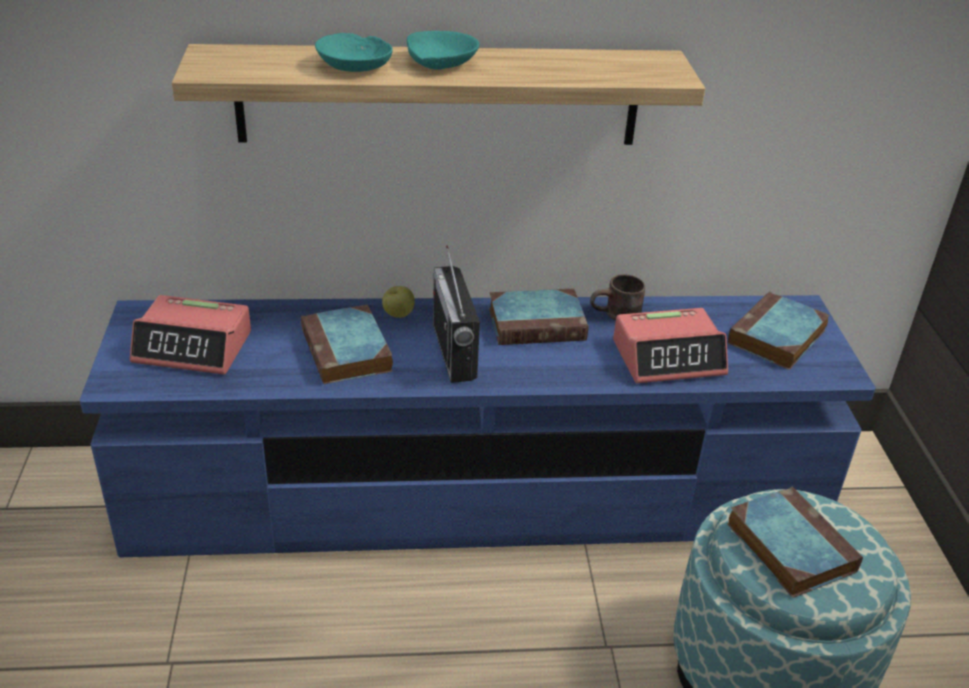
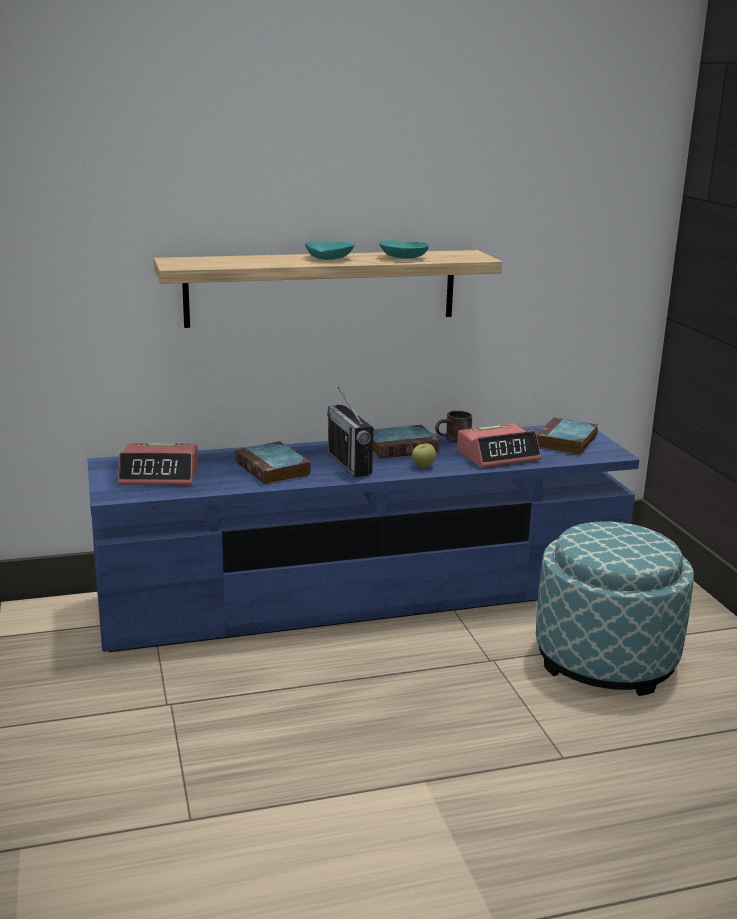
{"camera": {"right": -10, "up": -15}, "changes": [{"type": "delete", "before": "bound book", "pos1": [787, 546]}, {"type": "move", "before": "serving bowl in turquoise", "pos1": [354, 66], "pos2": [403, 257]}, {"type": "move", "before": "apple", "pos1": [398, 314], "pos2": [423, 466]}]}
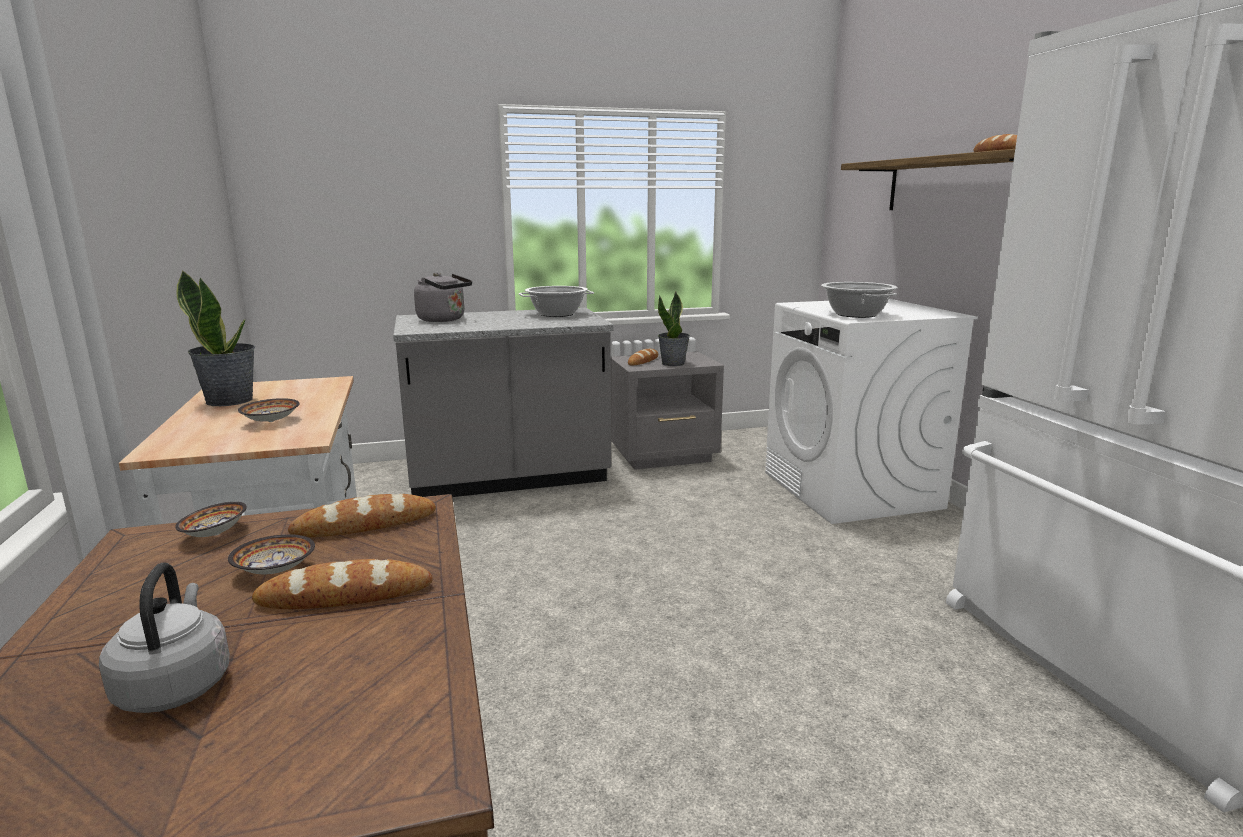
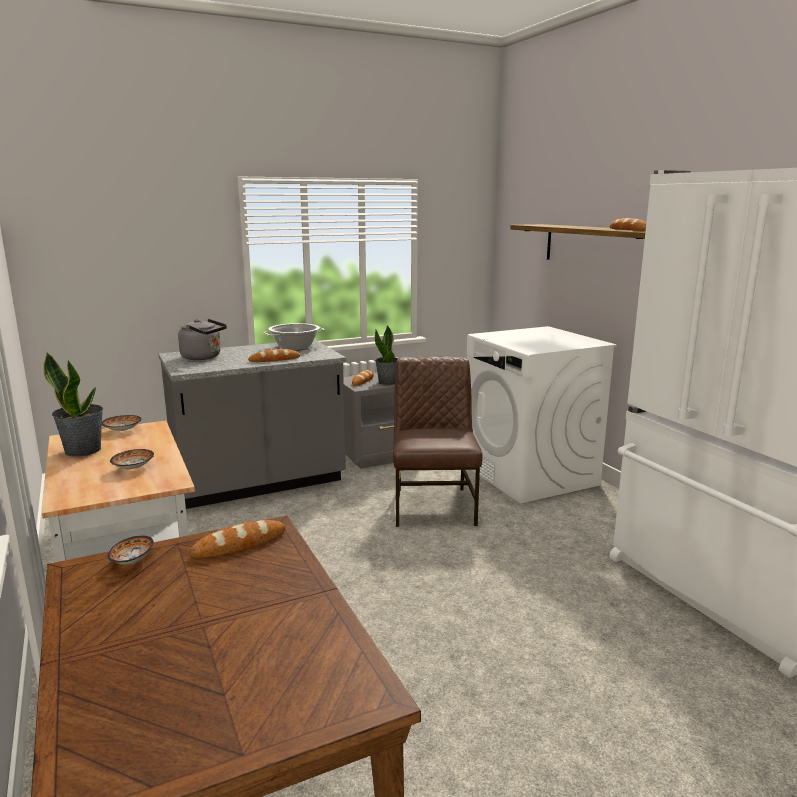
{"camera": {"right": -10, "up": 0}, "changes": [{"type": "delete", "before": "kettle in gray", "pos1": [176, 685]}, {"type": "delete", "before": "stockpot", "pos1": [856, 314]}, {"type": "insert", "after": "upright chair in brown-coloured", "pos2": [433, 505]}, {"type": "move", "before": "serving bowl", "pos1": [275, 571], "pos2": [122, 430]}, {"type": "move", "before": "baked bread", "pos1": [345, 595], "pos2": [274, 359]}]}
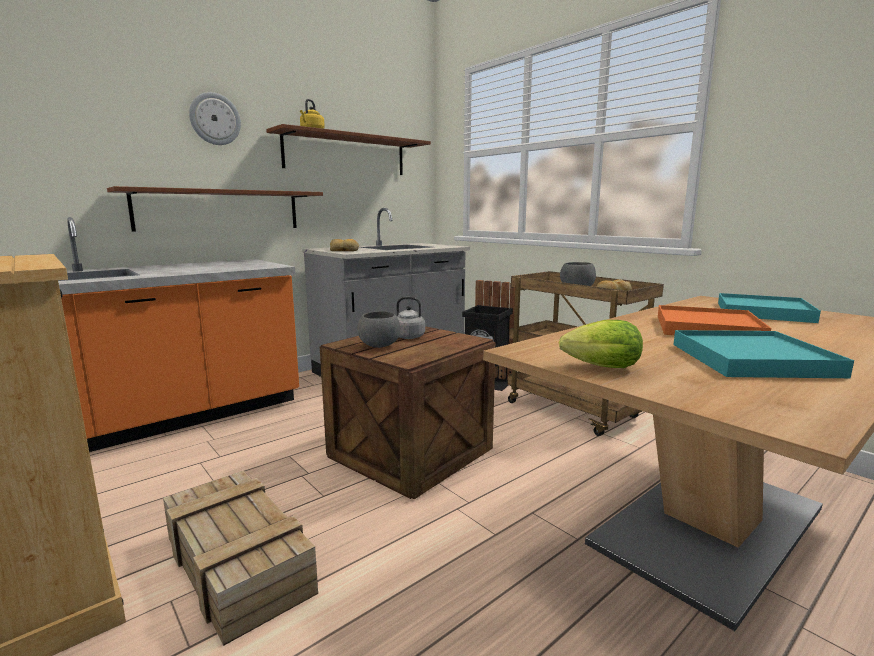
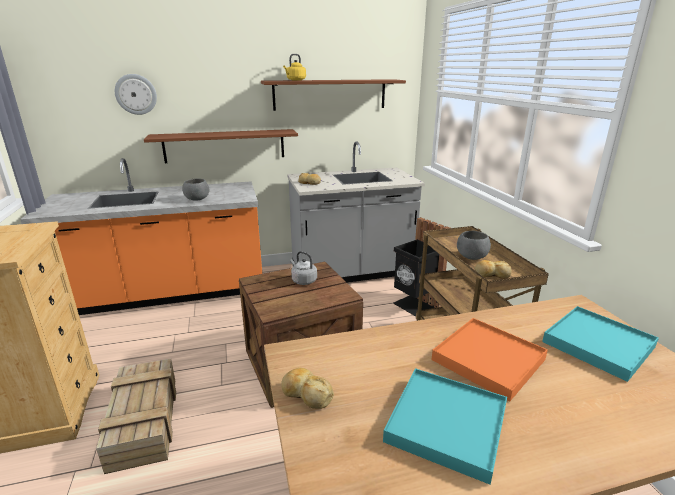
{"camera": {"right": 25, "up": 10}, "changes": [{"type": "move", "before": "wall clock", "pos1": [215, 119], "pos2": [136, 94]}, {"type": "move", "before": "serving bowl in gray", "pos1": [379, 346], "pos2": [197, 199]}, {"type": "replace", "before": "lettuce", "after": "baked bread", "pos1": [597, 367], "pos2": [306, 394]}]}
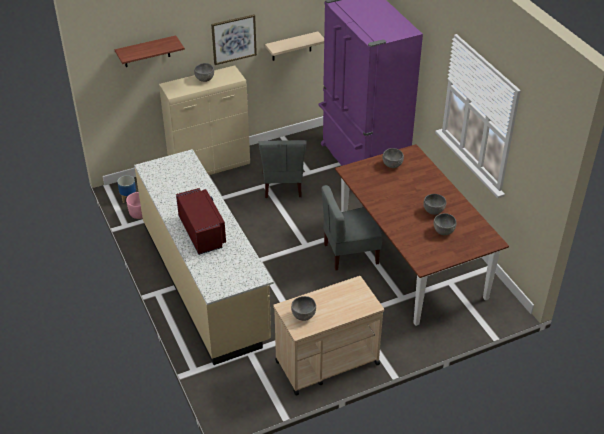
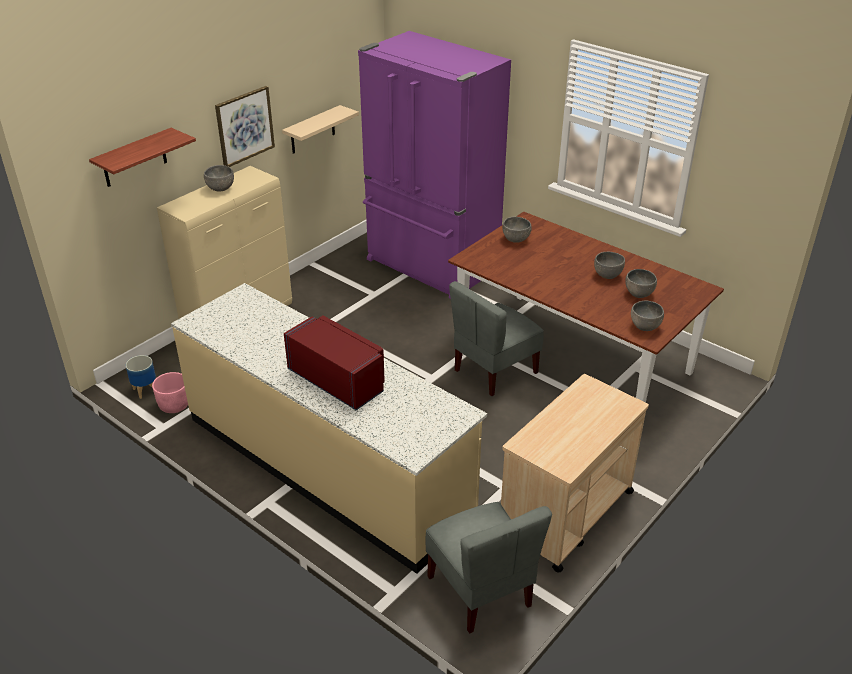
{"camera": {"right": -25, "up": -5}, "changes": [{"type": "move", "before": "upright chair in gray", "pos1": [283, 185], "pos2": [481, 591]}, {"type": "move", "before": "serving bowl in gray", "pos1": [303, 316], "pos2": [645, 327]}]}
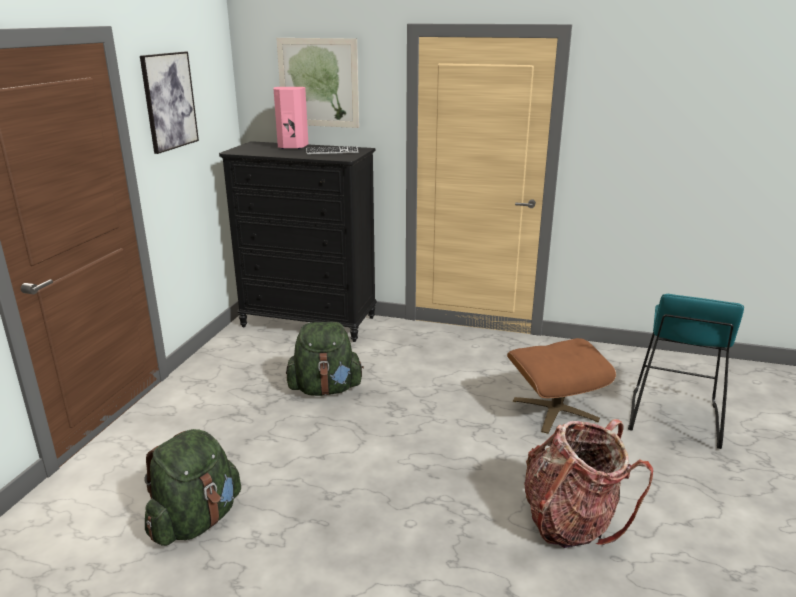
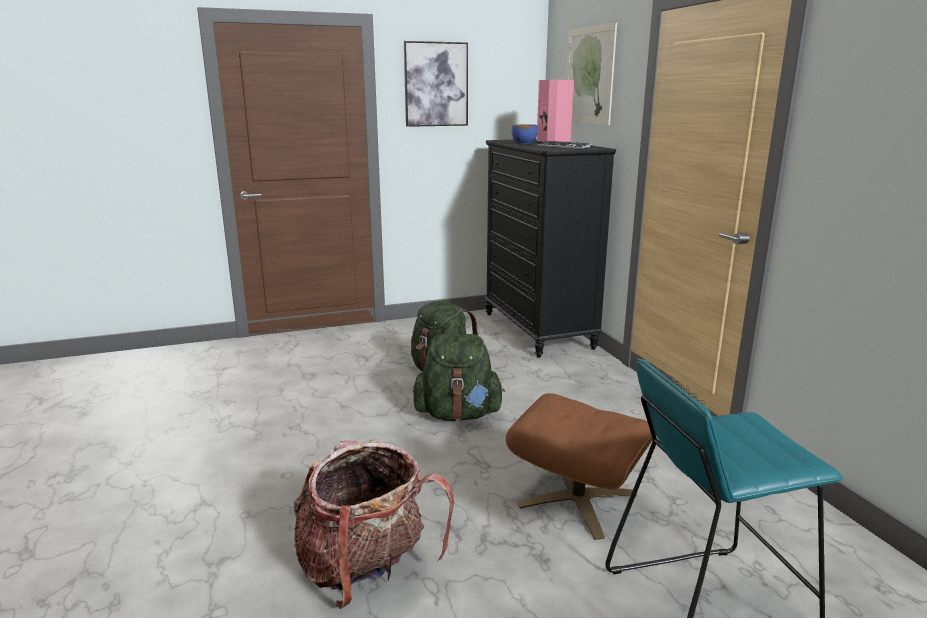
{"camera": {"right": 55, "up": -5}, "changes": [{"type": "insert", "after": "serving bowl in bluish", "pos2": [524, 143]}, {"type": "move", "before": "knapsack in green", "pos1": [196, 521], "pos2": [458, 414]}]}
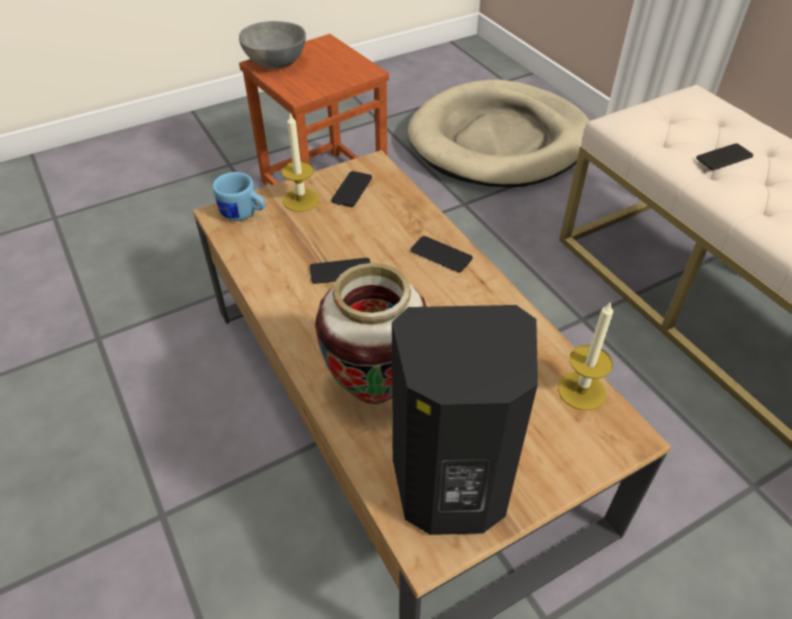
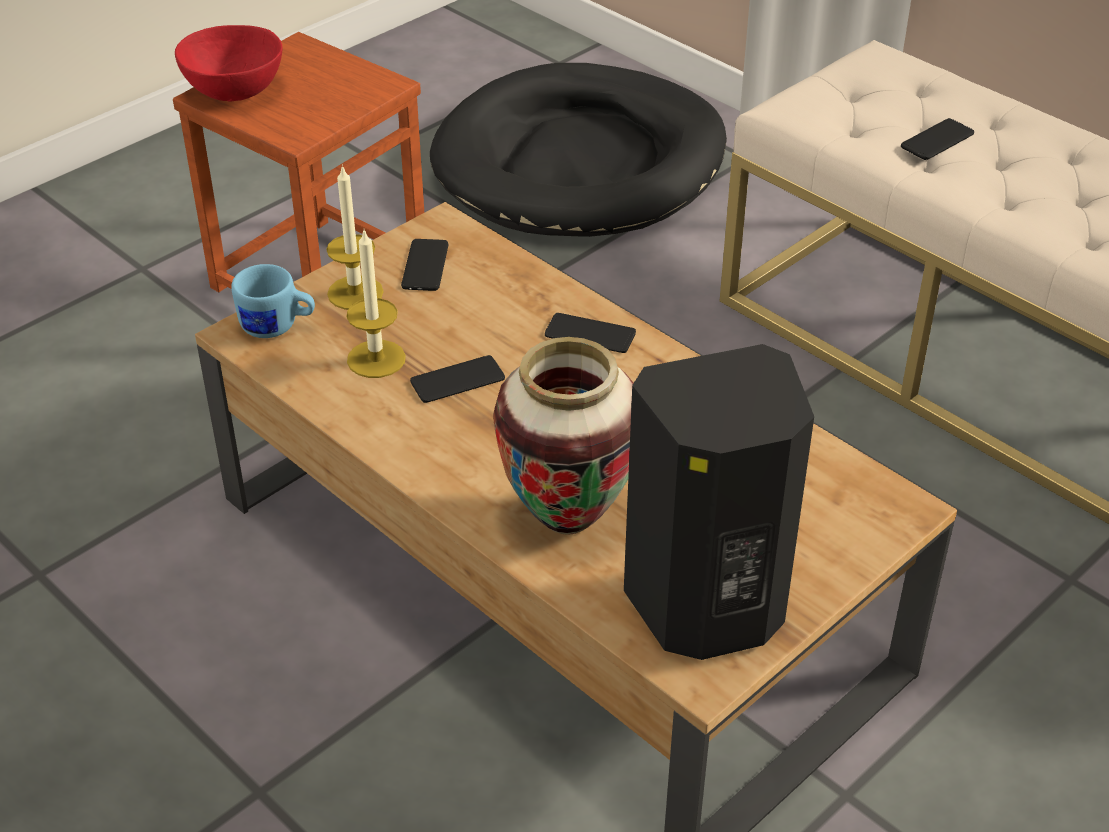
{"camera": {"right": -15, "up": -5}, "changes": [{"type": "move", "before": "wax candle", "pos1": [581, 390], "pos2": [376, 359]}, {"type": "recolor", "before": "serving bowl in gray", "after": "serving bowl in red-coloured", "pos1": [274, 63], "pos2": [232, 92]}, {"type": "recolor", "before": "dog bed in beige", "after": "dog bed in black-coloured", "pos1": [499, 141], "pos2": [580, 162]}]}
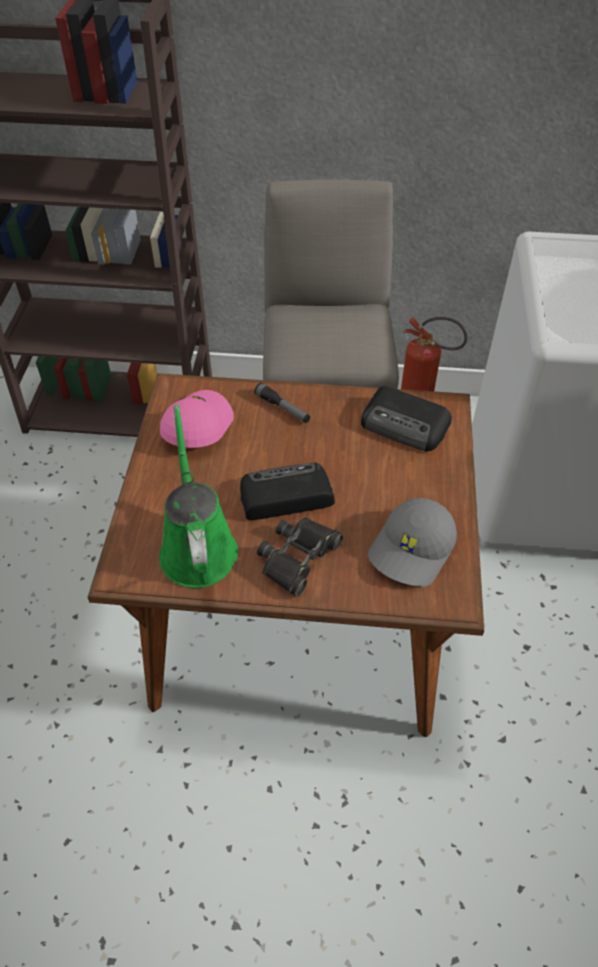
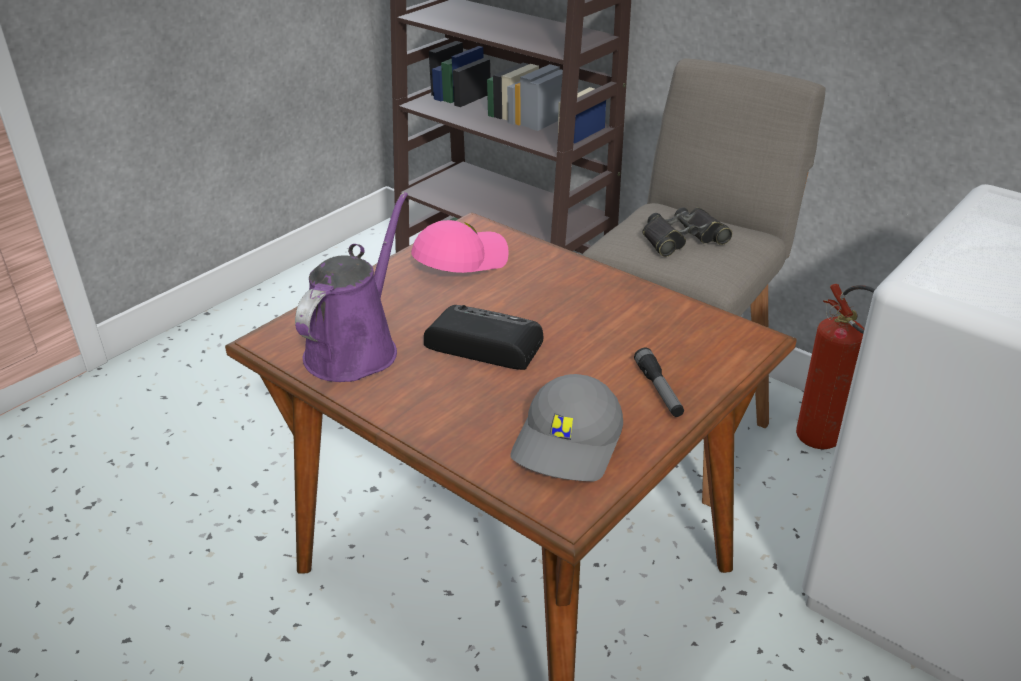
{"camera": {"right": 35, "up": -15}, "changes": [{"type": "delete", "before": "radio", "pos1": [406, 425]}, {"type": "move", "before": "torch", "pos1": [282, 408], "pos2": [659, 390]}, {"type": "move", "before": "binoculars in black-coloured", "pos1": [298, 557], "pos2": [682, 239]}, {"type": "recolor", "before": "watering pot in green", "after": "watering pot in purple", "pos1": [197, 547], "pos2": [356, 348]}, {"type": "rotate", "before": "peaked cap in gray", "pos1": [413, 550], "pos2": [569, 444], "turn": -45}]}
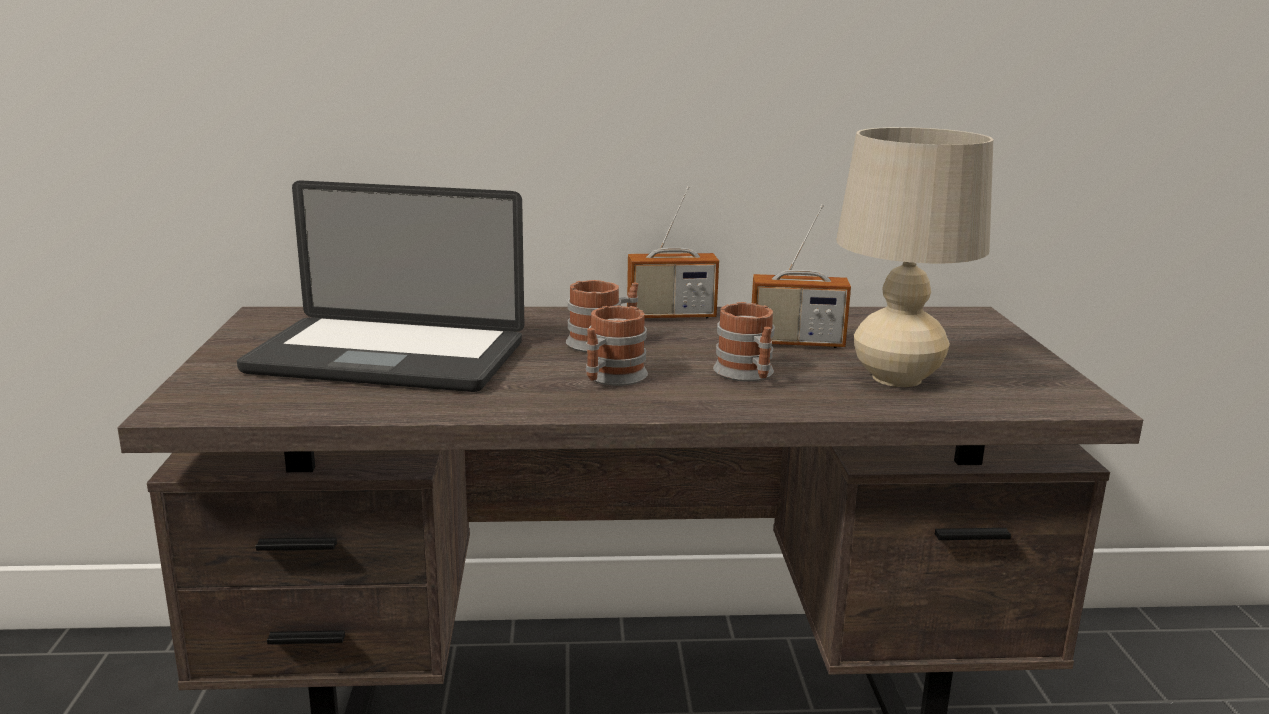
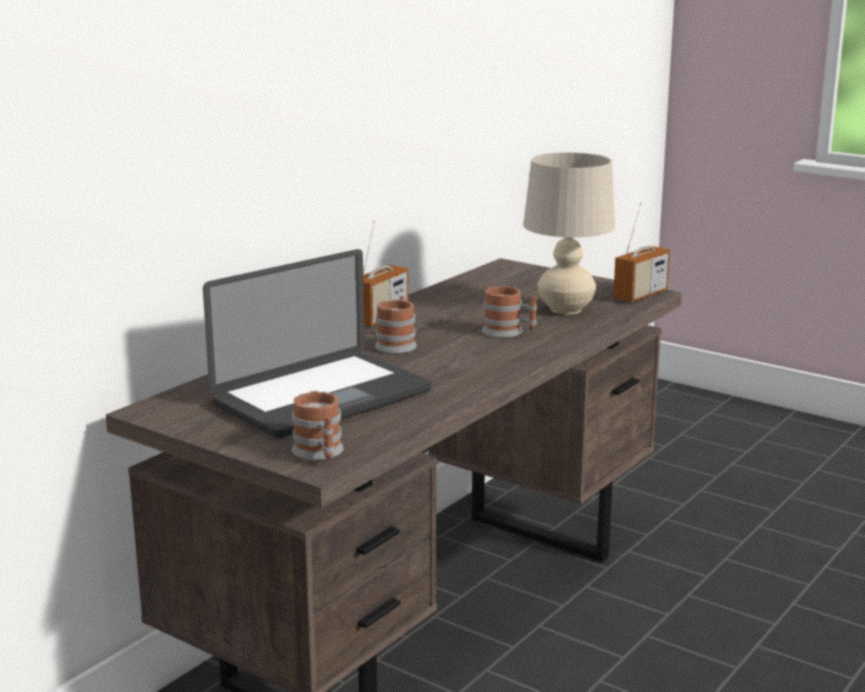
{"camera": {"right": -50, "up": 0}, "changes": [{"type": "move", "before": "mug", "pos1": [611, 378], "pos2": [320, 454]}, {"type": "move", "before": "radio", "pos1": [796, 343], "pos2": [640, 295]}]}
